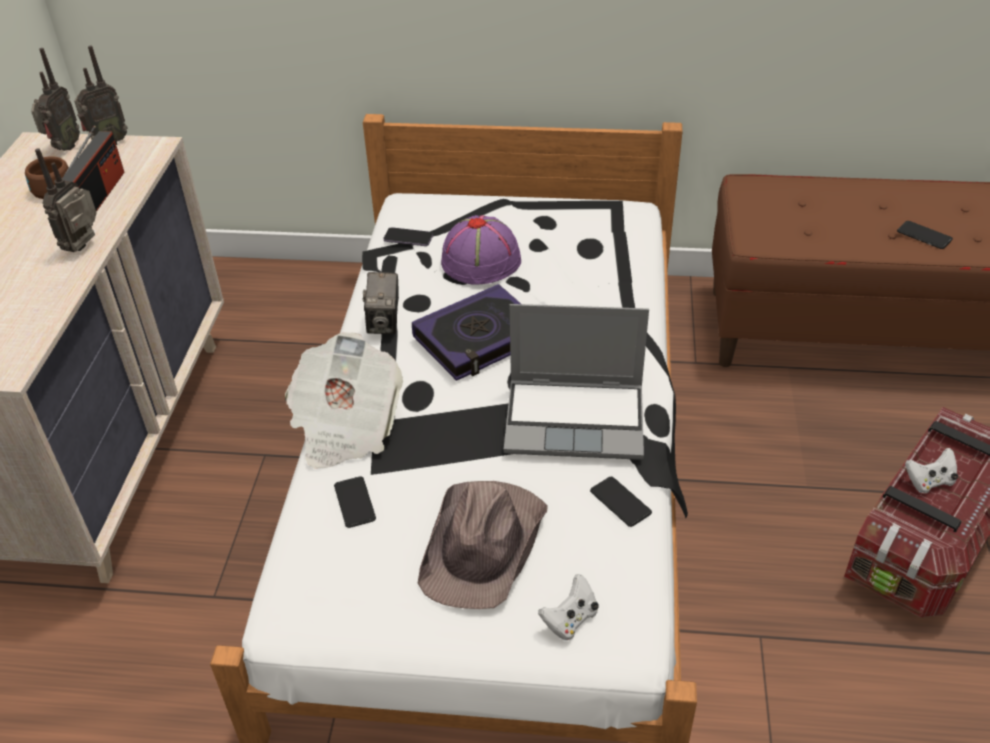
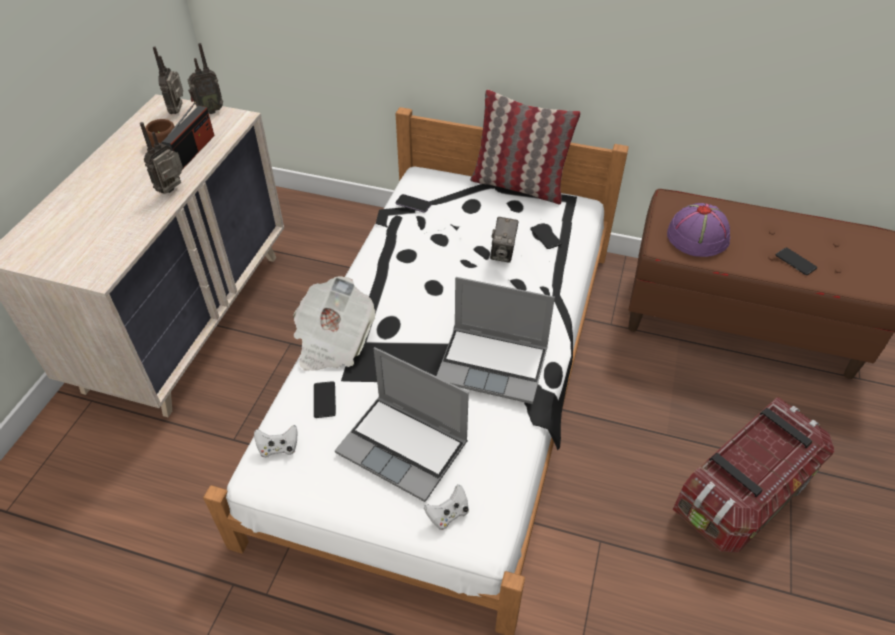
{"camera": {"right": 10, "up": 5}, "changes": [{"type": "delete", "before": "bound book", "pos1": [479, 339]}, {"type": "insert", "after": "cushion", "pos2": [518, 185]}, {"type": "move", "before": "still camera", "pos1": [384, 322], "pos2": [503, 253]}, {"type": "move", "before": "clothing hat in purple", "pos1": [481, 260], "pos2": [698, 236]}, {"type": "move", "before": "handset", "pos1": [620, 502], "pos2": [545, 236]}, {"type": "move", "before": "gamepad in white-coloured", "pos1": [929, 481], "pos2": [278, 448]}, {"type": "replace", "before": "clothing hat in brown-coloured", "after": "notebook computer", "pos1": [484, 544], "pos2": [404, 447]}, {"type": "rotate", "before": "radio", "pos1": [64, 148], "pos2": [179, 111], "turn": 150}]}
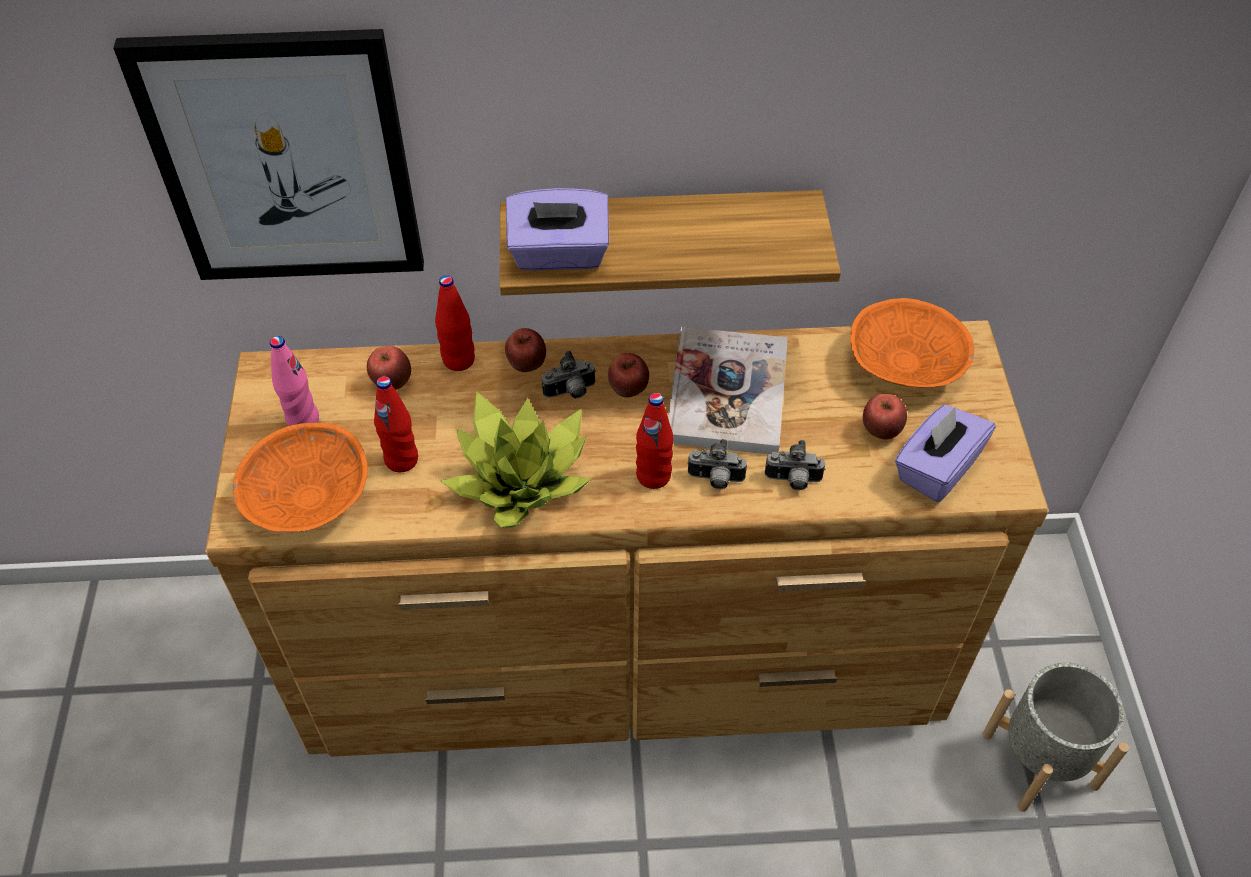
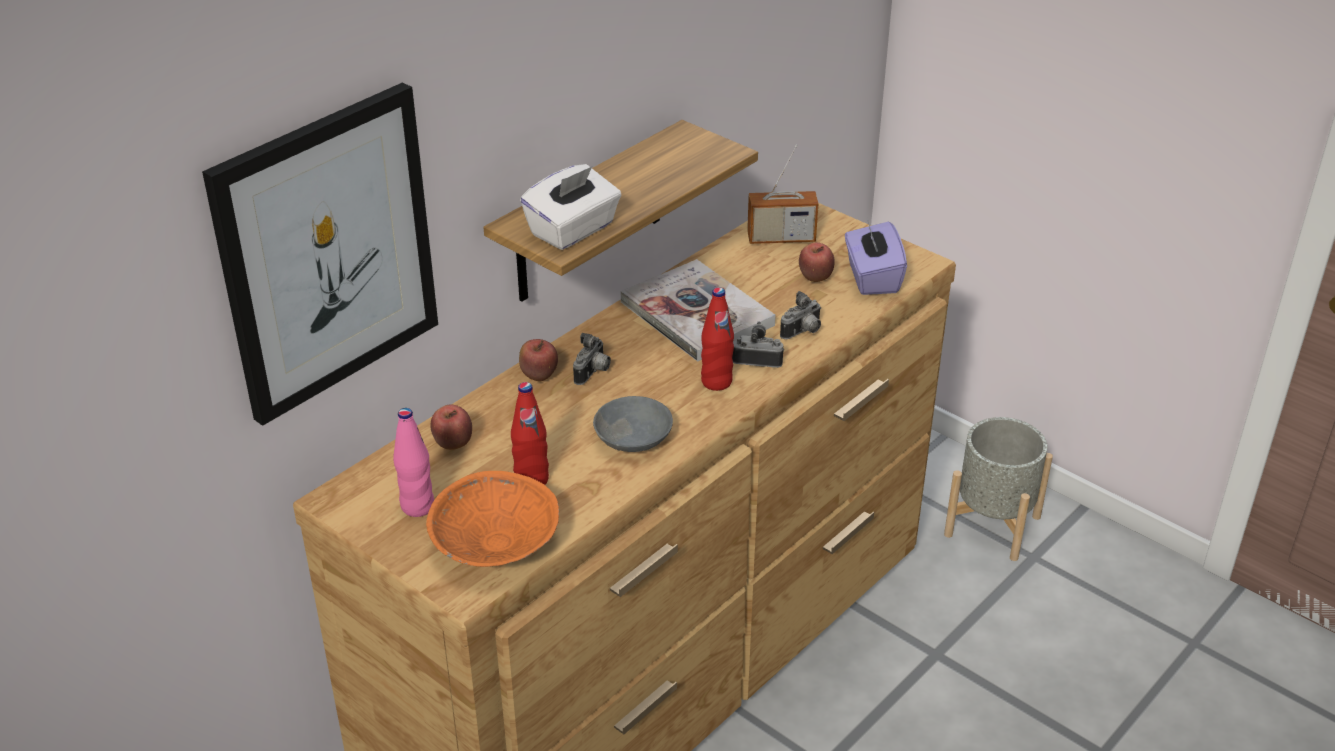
{"camera": {"right": -45, "up": -15}, "changes": [{"type": "delete", "before": "beverage bottle in red-coloured", "pos1": [459, 360]}, {"type": "delete", "before": "apple", "pos1": [628, 390]}, {"type": "replace", "before": "houseplant", "after": "serving bowl in gray", "pos1": [521, 478], "pos2": [632, 436]}, {"type": "replace", "before": "serving bowl in orange", "after": "radio", "pos1": [906, 364], "pos2": [781, 238]}, {"type": "recolor", "before": "box of tissues in purple", "after": "box of tissues in white-coloured", "pos1": [559, 254], "pos2": [573, 230]}, {"type": "rotate", "before": "still camera", "pos1": [715, 480], "pos2": [757, 360], "turn": -135}]}
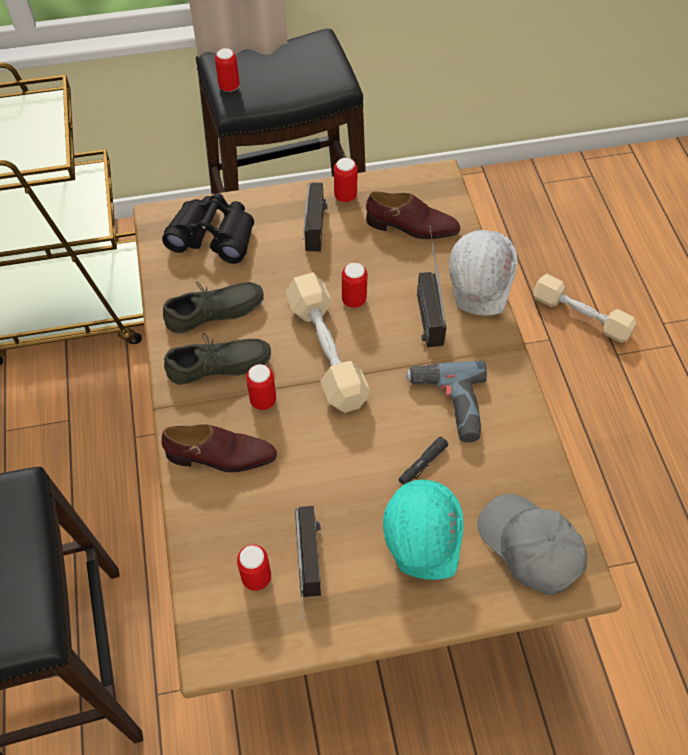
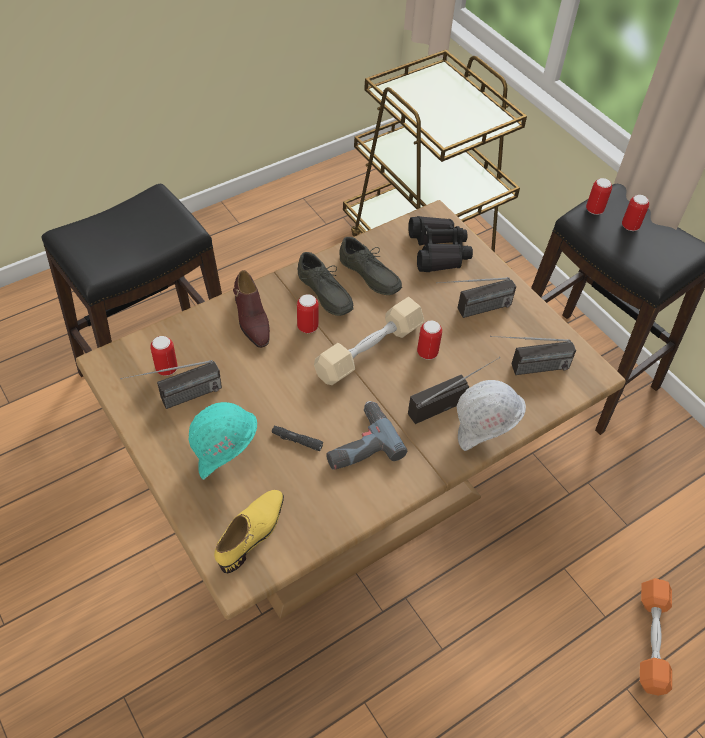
{"camera": {"right": 65, "up": -5}, "changes": [{"type": "move", "before": "can", "pos1": [345, 196], "pos2": [630, 226]}, {"type": "replace", "before": "low shoe in brown-coloured", "after": "radio", "pos1": [412, 227], "pos2": [525, 369]}, {"type": "replace", "before": "peaked cap in gray", "after": "low shoe in yellow", "pos1": [530, 547], "pos2": [252, 533]}, {"type": "recolor", "before": "hand weight in beige", "after": "hand weight in orange", "pos1": [580, 316], "pos2": [651, 640]}]}
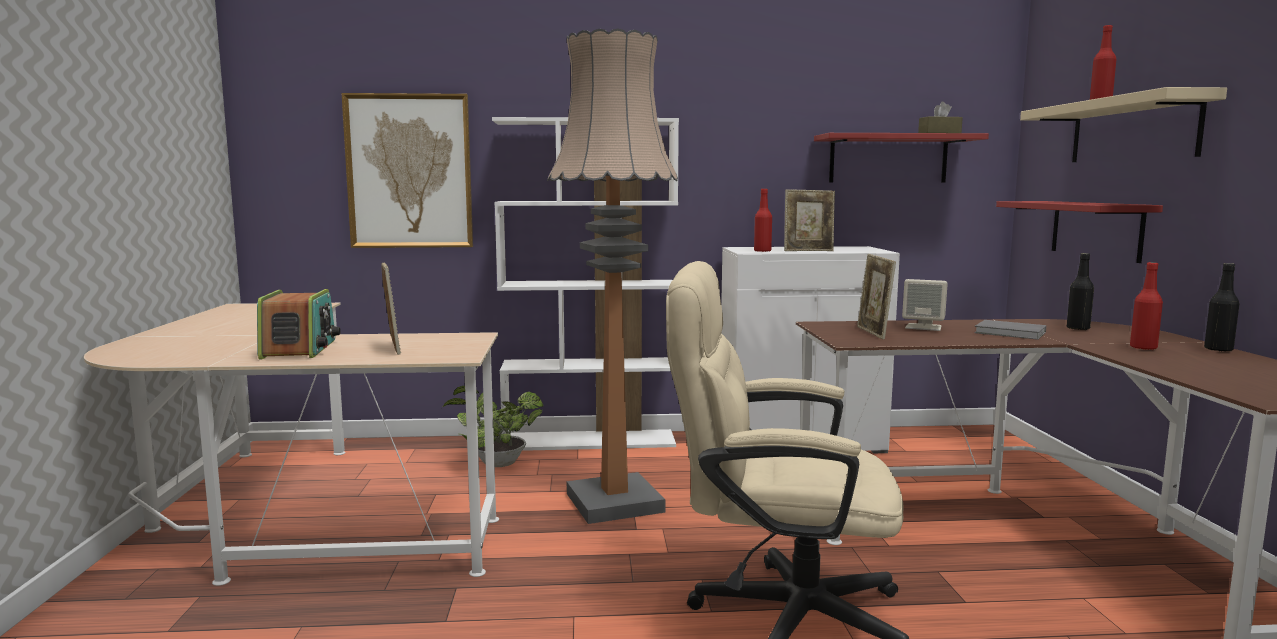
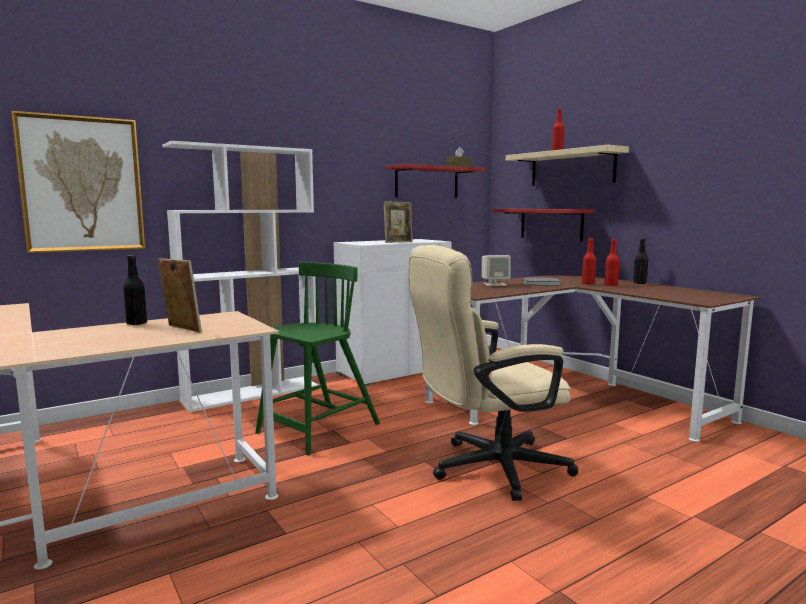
{"camera": {"right": -30, "up": 0}, "changes": [{"type": "delete", "before": "radio", "pos1": [300, 349]}, {"type": "delete", "before": "houseplant", "pos1": [495, 464]}, {"type": "delete", "before": "photo frame", "pos1": [873, 333]}, {"type": "move", "before": "beverage bottle in red-coloured", "pos1": [762, 251], "pos2": [588, 283]}, {"type": "move", "before": "beverage bottle in black-coloured", "pos1": [1078, 328], "pos2": [136, 323]}, {"type": "replace", "before": "floor lamp", "after": "upright chair in green", "pos1": [614, 503], "pos2": [317, 429]}]}
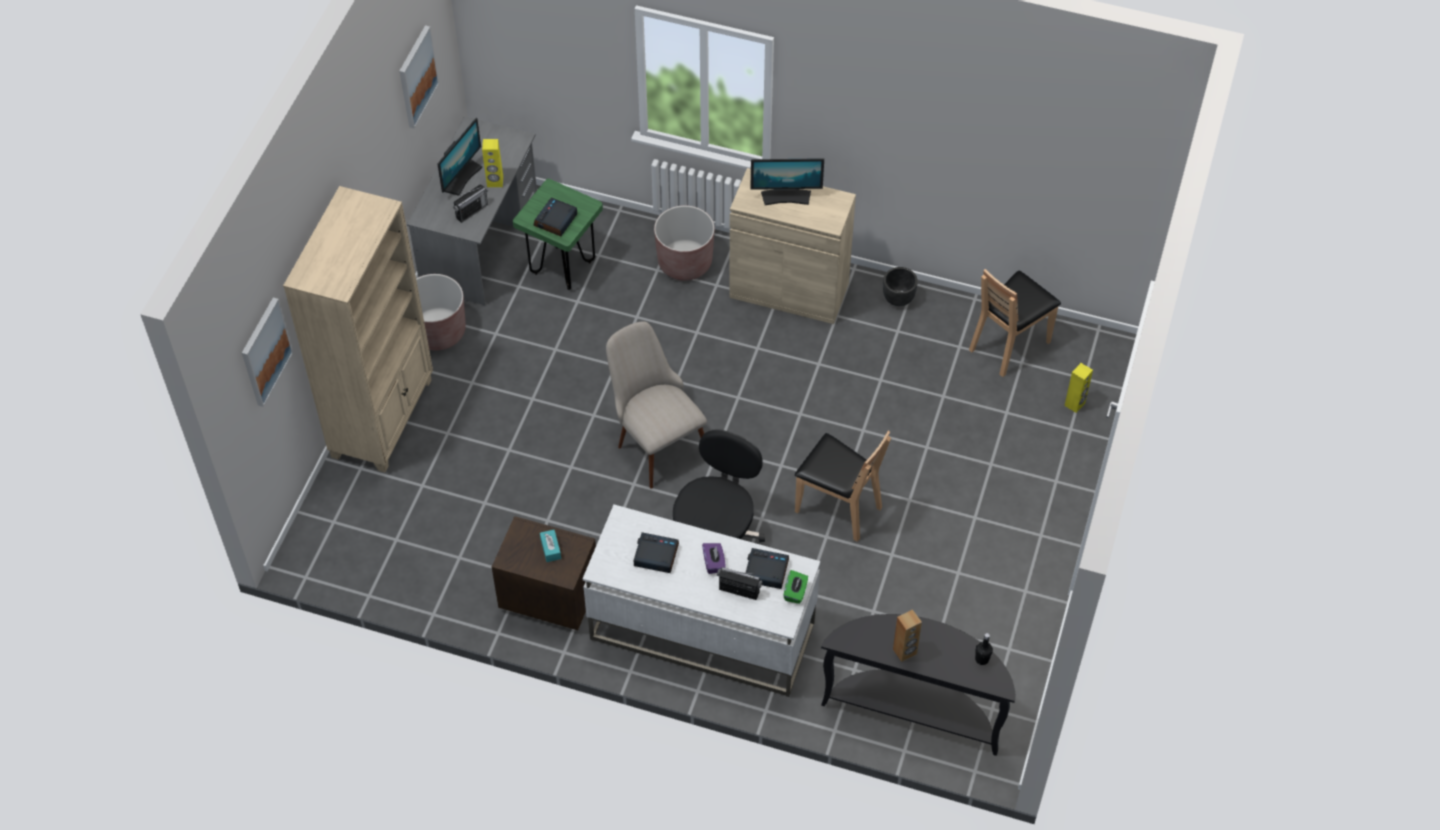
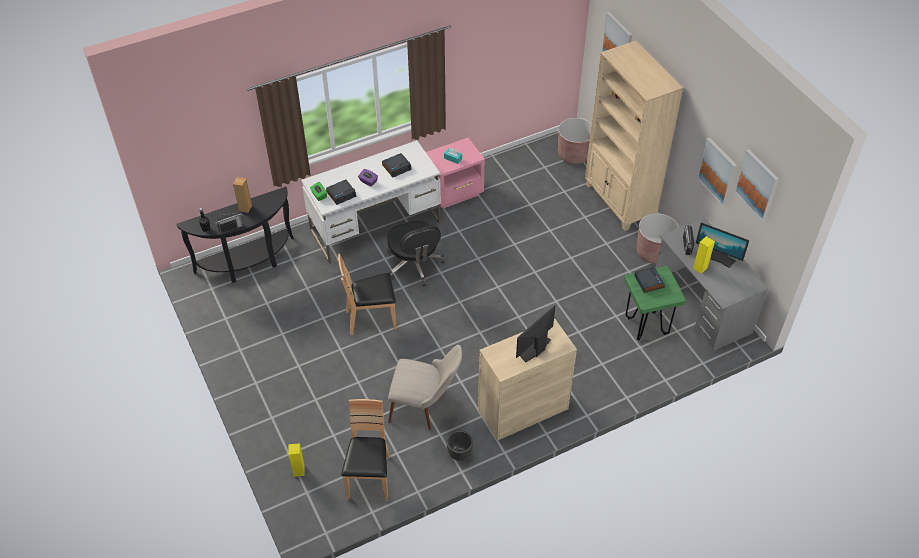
{"camera": {"right": 135, "up": -5}, "changes": [{"type": "insert", "after": "picture", "pos2": [717, 171]}, {"type": "move", "before": "upright chair in beige", "pos1": [655, 440], "pos2": [425, 407]}, {"type": "move", "before": "flower pot in brown-coloured", "pos1": [685, 262], "pos2": [574, 154]}, {"type": "move", "before": "radio", "pos1": [739, 590], "pos2": [230, 228]}, {"type": "recolor", "before": "night table in brown-coloured", "after": "night table in pink", "pos1": [548, 596], "pos2": [455, 192]}, {"type": "rotate", "before": "computer display", "pos1": [461, 177], "pos2": [717, 257], "turn": -45}]}
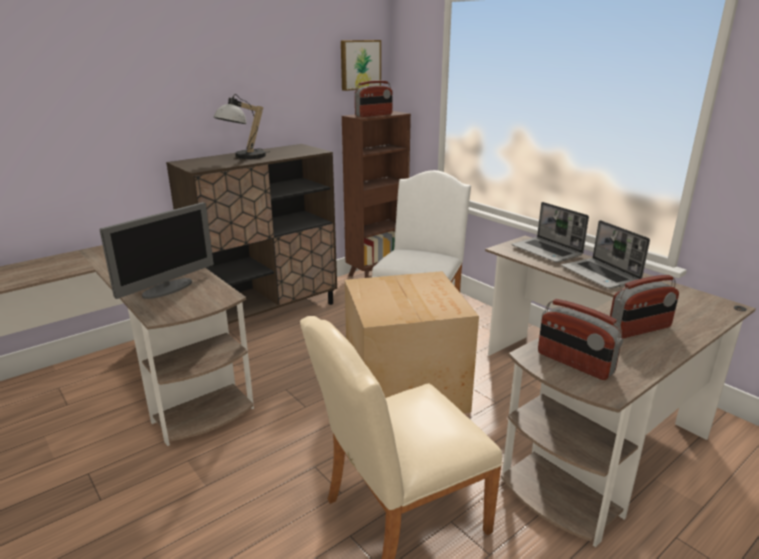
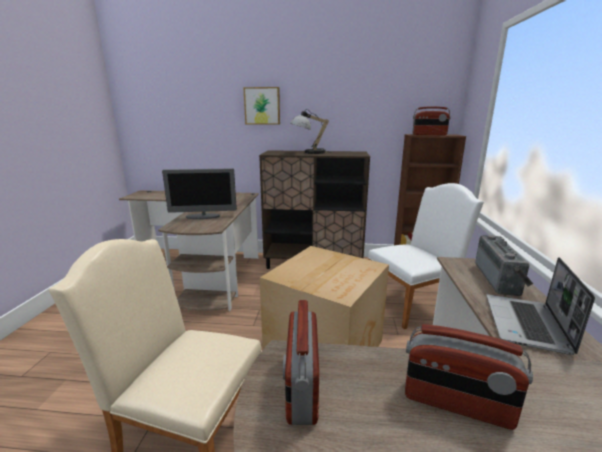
{"camera": {"right": 45, "up": -5}, "changes": [{"type": "move", "before": "picture", "pos1": [359, 64], "pos2": [262, 106]}, {"type": "replace", "before": "notebook computer", "after": "radio", "pos1": [547, 251], "pos2": [500, 279]}]}
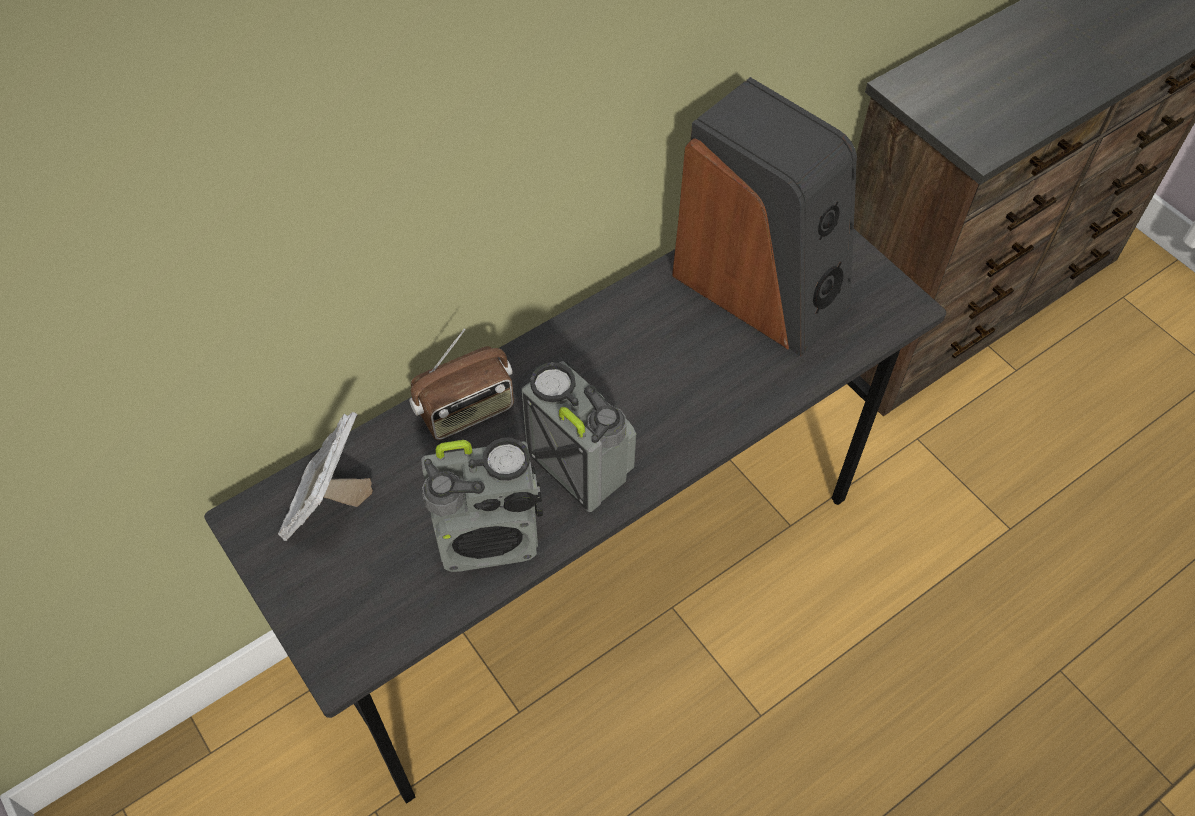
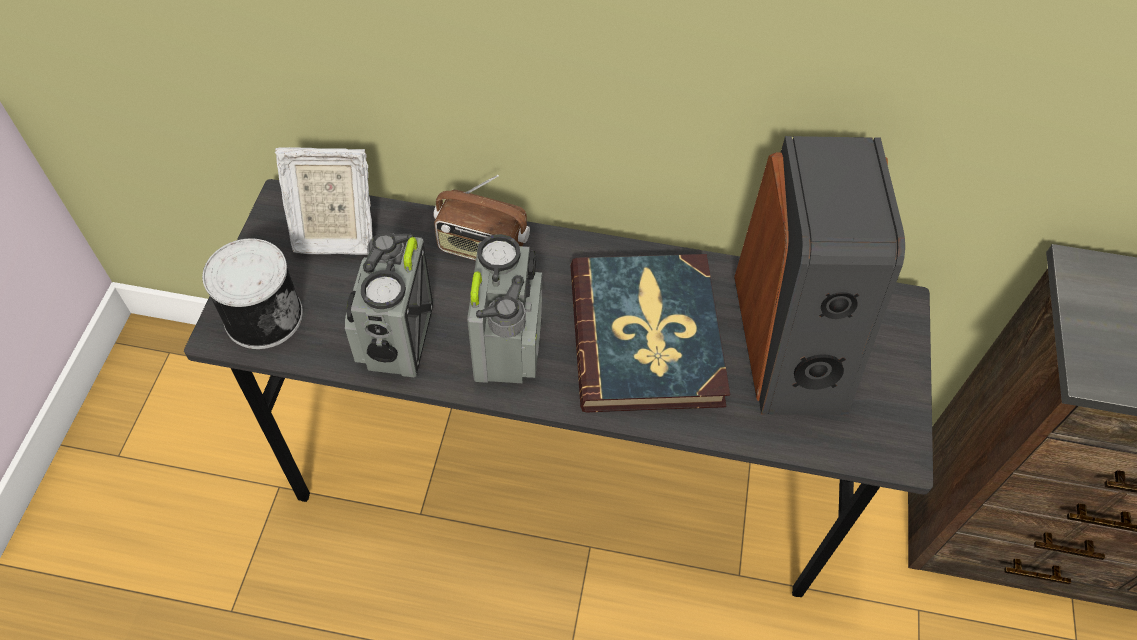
{"camera": {"right": 45, "up": 0}, "changes": [{"type": "insert", "after": "can", "pos2": [262, 315]}, {"type": "insert", "after": "bound book", "pos2": [647, 336]}, {"type": "rotate", "before": "photo frame", "pos1": [329, 506], "pos2": [334, 234], "turn": -150}, {"type": "rotate", "before": "radio", "pos1": [489, 538], "pos2": [396, 339], "turn": 60}]}
